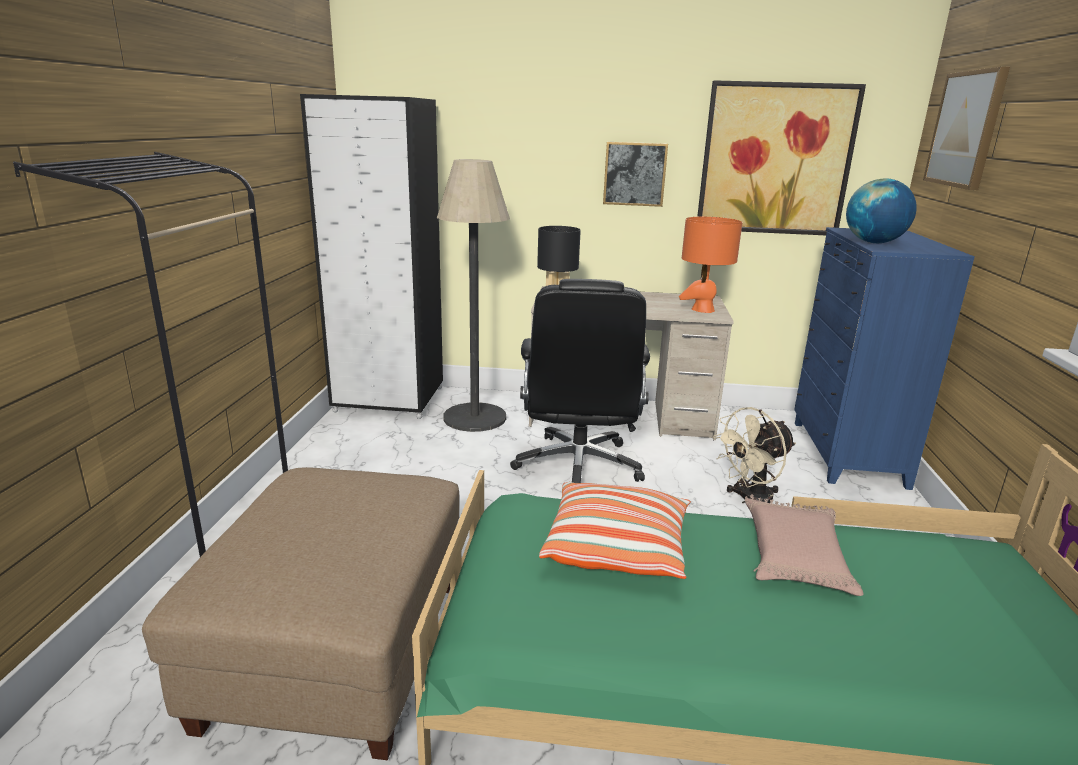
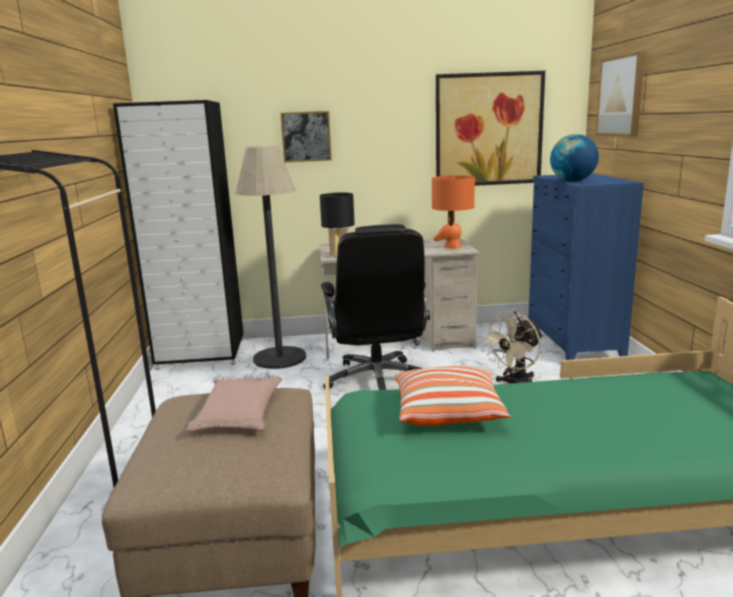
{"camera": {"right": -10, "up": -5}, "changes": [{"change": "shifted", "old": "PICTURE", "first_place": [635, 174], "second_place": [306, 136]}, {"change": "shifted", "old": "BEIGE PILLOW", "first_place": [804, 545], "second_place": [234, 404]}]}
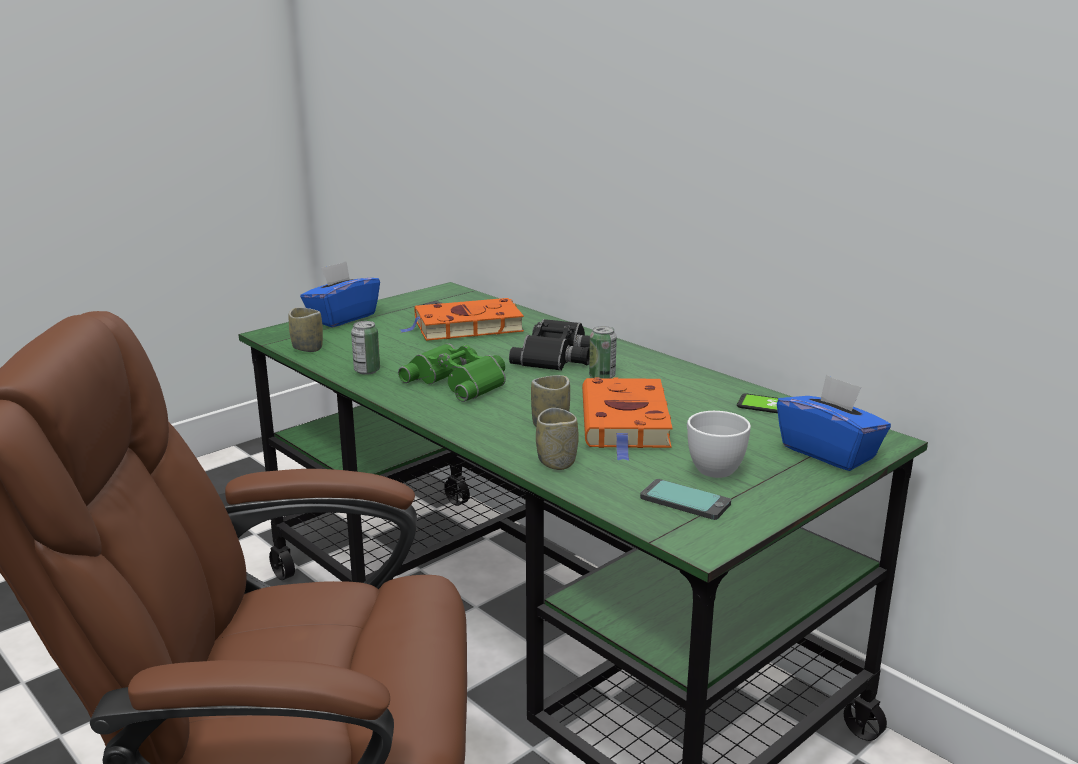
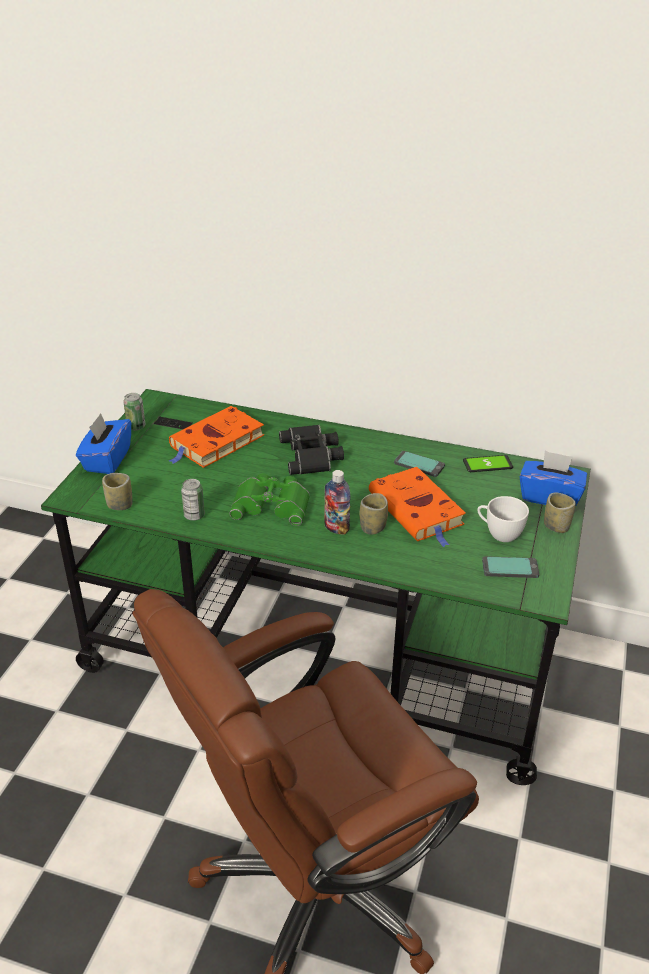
{"camera": {"right": -30, "up": 15}, "changes": [{"change": "shifted", "old": "CAN", "first_place": [603, 352], "second_place": [134, 411]}, {"change": "shifted", "old": "CUP", "first_place": [557, 439], "second_place": [560, 513]}, {"change": "new", "new": "PHONE", "second_place": [419, 464]}, {"change": "new", "new": "BOTTLE", "second_place": [337, 502]}]}
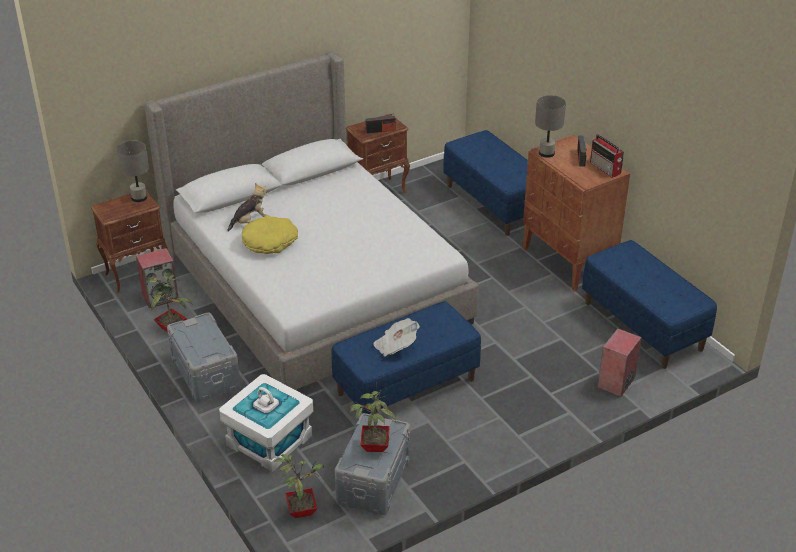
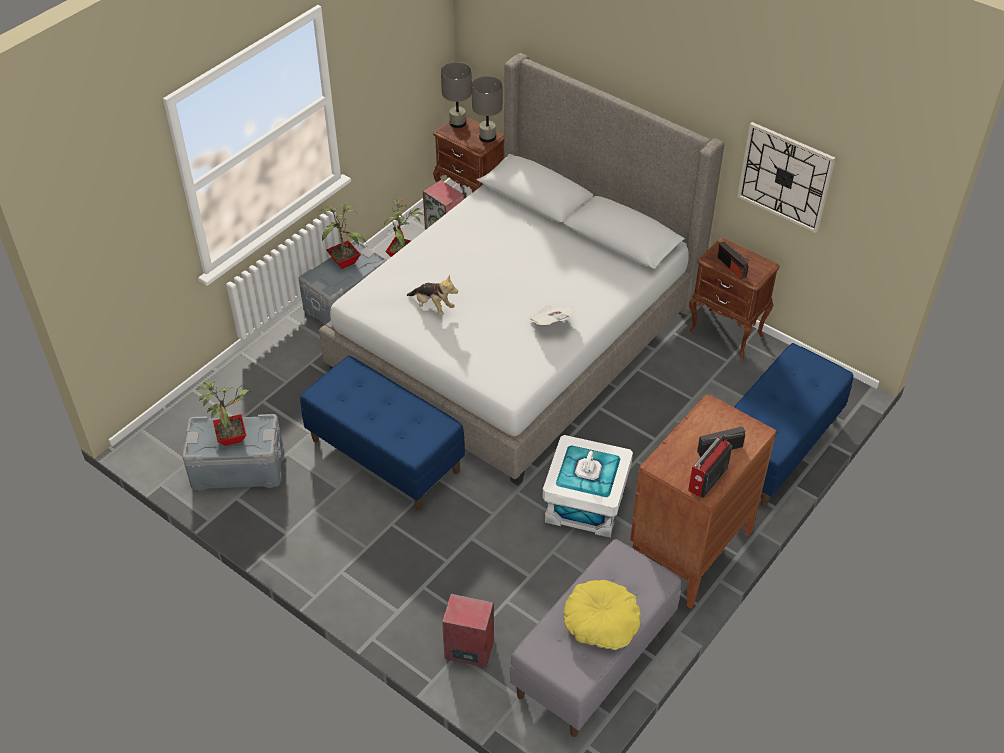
{"camera": {"right": 70, "up": 10}, "changes": [{"change": "shifted", "old": "GREY TABLE LAMP", "first_place": [550, 126], "second_place": [456, 95]}, {"change": "shifted", "old": "PLUSH TOY", "first_place": [247, 207], "second_place": [432, 295]}, {"change": "shifted", "old": "YELLOW PILLOW", "first_place": [270, 234], "second_place": [602, 615]}, {"change": "repainted", "old": "BLUE BENCH", "new": "GREY BENCH", "first_place": [649, 304], "second_place": [595, 638]}, {"change": "shifted", "old": "NEWSPAPER", "first_place": [396, 337], "second_place": [553, 315]}, {"change": "shifted", "old": "WHITE STORAGE BOX", "first_place": [266, 423], "second_place": [587, 486]}, {"change": "shifted", "old": "POTTED PLANT", "first_place": [299, 486], "second_place": [343, 236]}, {"change": "new", "new": "WALL CLOCK", "second_place": [786, 177]}]}
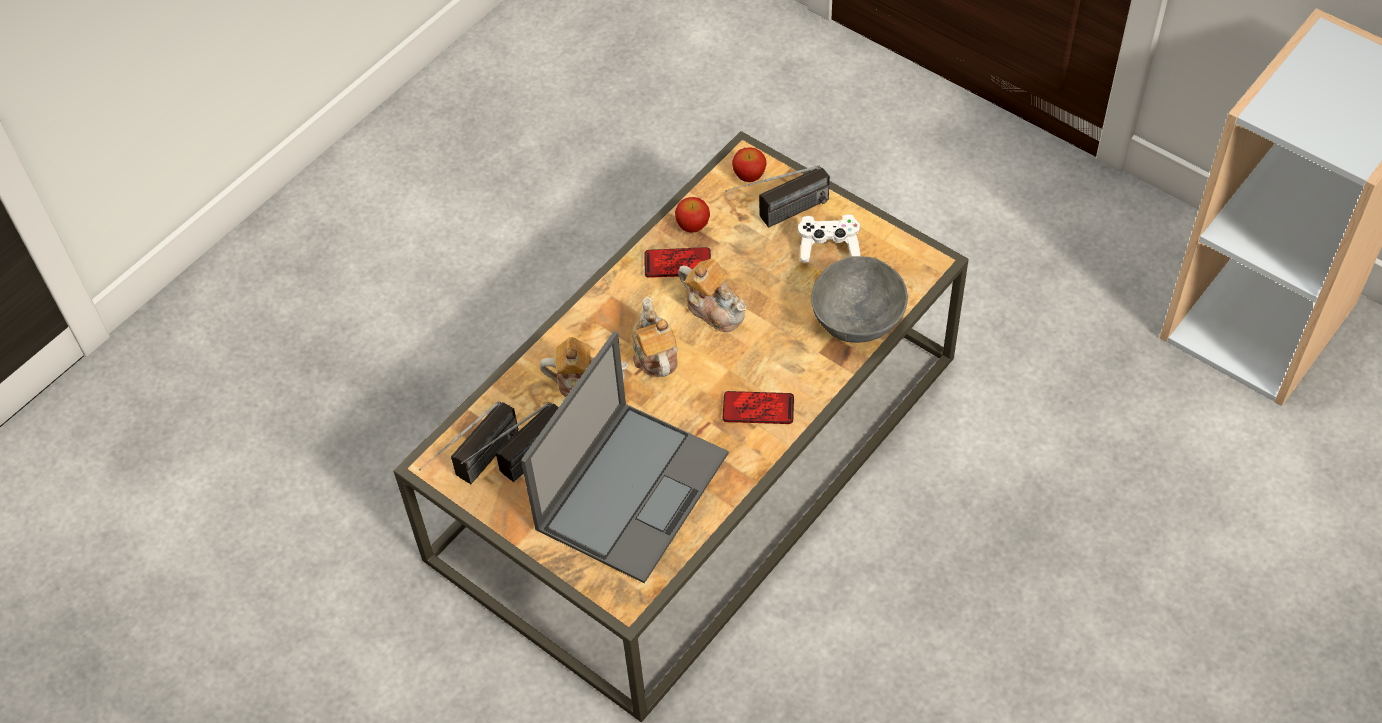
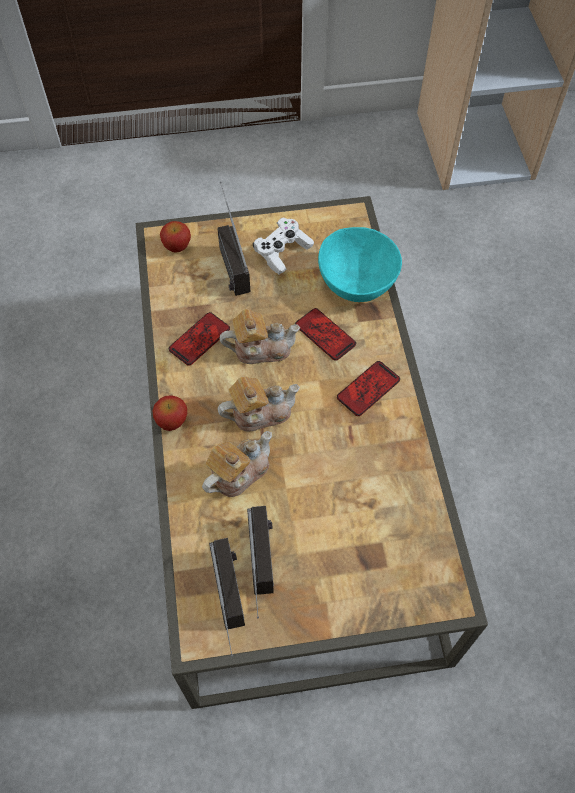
{"camera": {"right": -50, "up": 5}, "changes": [{"change": "rotated", "old": "RADIO", "first_place": [777, 196], "second_place": [233, 238], "degrees": 150}, {"change": "shifted", "old": "APPLE", "first_place": [692, 215], "second_place": [170, 413]}, {"change": "repainted", "old": "GREY BOWL", "new": "TURQUOISE BOWL", "first_place": [859, 299], "second_place": [360, 264]}, {"change": "rotated", "old": "TEAPOT", "first_place": [655, 337], "second_place": [259, 403], "degrees": 135}, {"change": "gone", "old": "LAPTOP", "first_place": [624, 457]}, {"change": "new", "new": "PHONE", "second_place": [325, 334]}]}
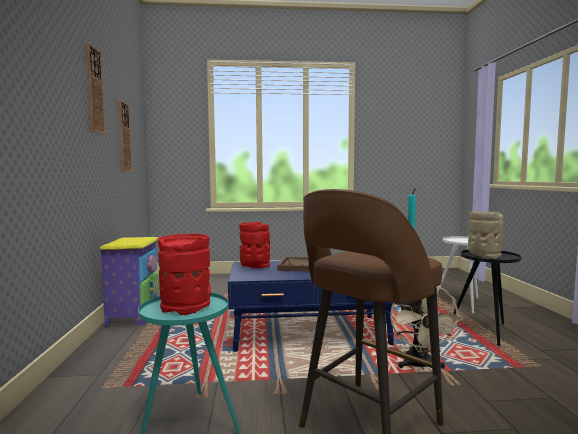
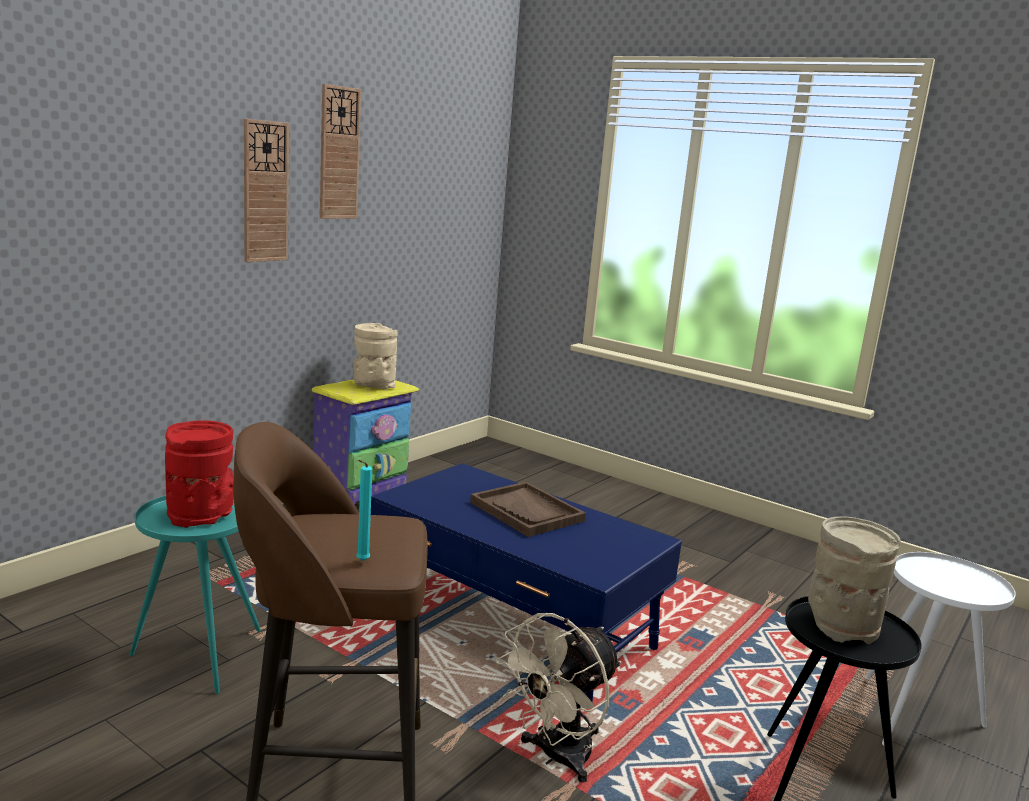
{"camera": {"right": 40, "up": 10}, "changes": [{"change": "shifted", "old": "WALL CLOCK", "first_place": [125, 136], "second_place": [266, 190]}, {"change": "gone", "old": "RED VASE", "first_place": [254, 245]}, {"change": "new", "new": "BEIGE VASE", "second_place": [375, 356]}]}
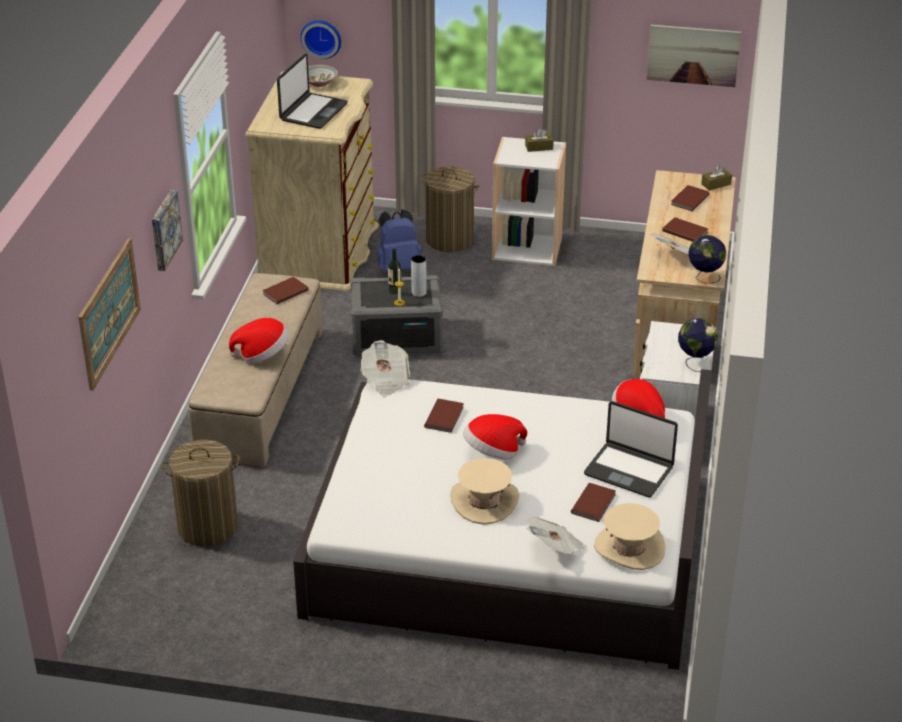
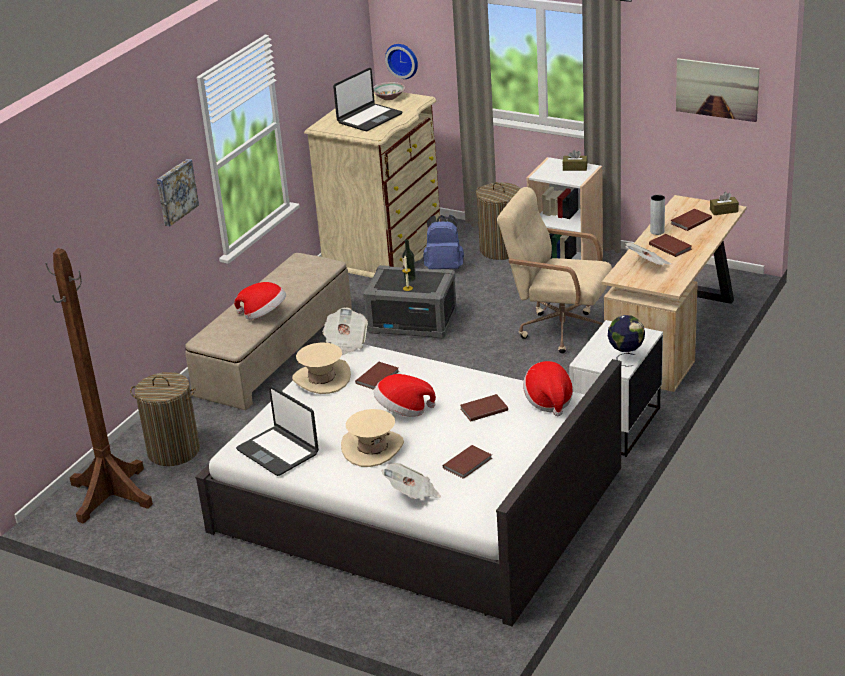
{"camera": {"right": 20, "up": -5}, "changes": [{"change": "gone", "old": "GLOBE", "first_place": [707, 259]}, {"change": "gone", "old": "PICTURE", "first_place": [109, 314]}, {"change": "shifted", "old": "GREY VASE", "first_place": [419, 276], "second_place": [657, 215]}, {"change": "shifted", "old": "BROWN BOOK", "first_place": [285, 290], "second_place": [484, 408]}, {"change": "shifted", "old": "LAPTOP", "first_place": [631, 449], "second_place": [277, 431]}, {"change": "shifted", "old": "BEIGE HAT", "first_place": [630, 536], "second_place": [321, 368]}, {"change": "new", "new": "BEIGE OFFICE CHAIR", "second_place": [554, 270]}, {"change": "new", "new": "BROWN CLOTHES RACK", "second_place": [99, 386]}]}
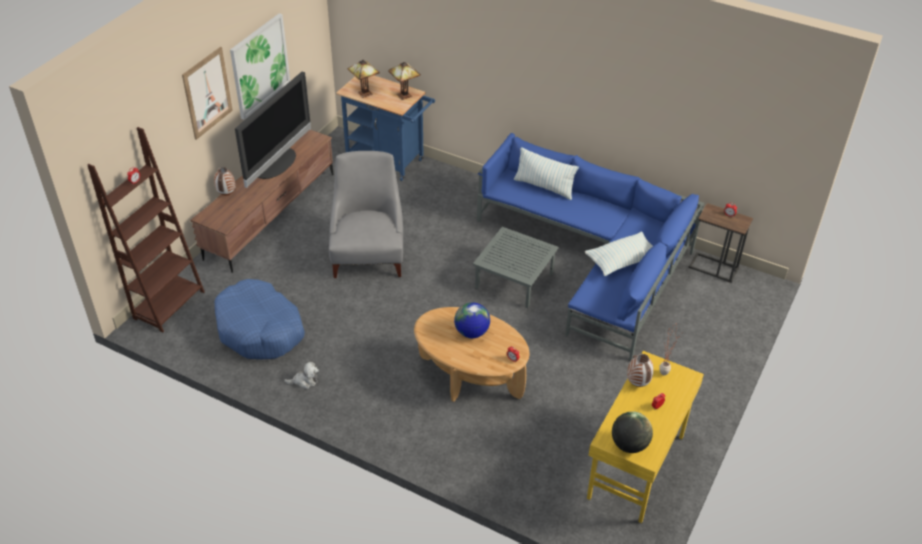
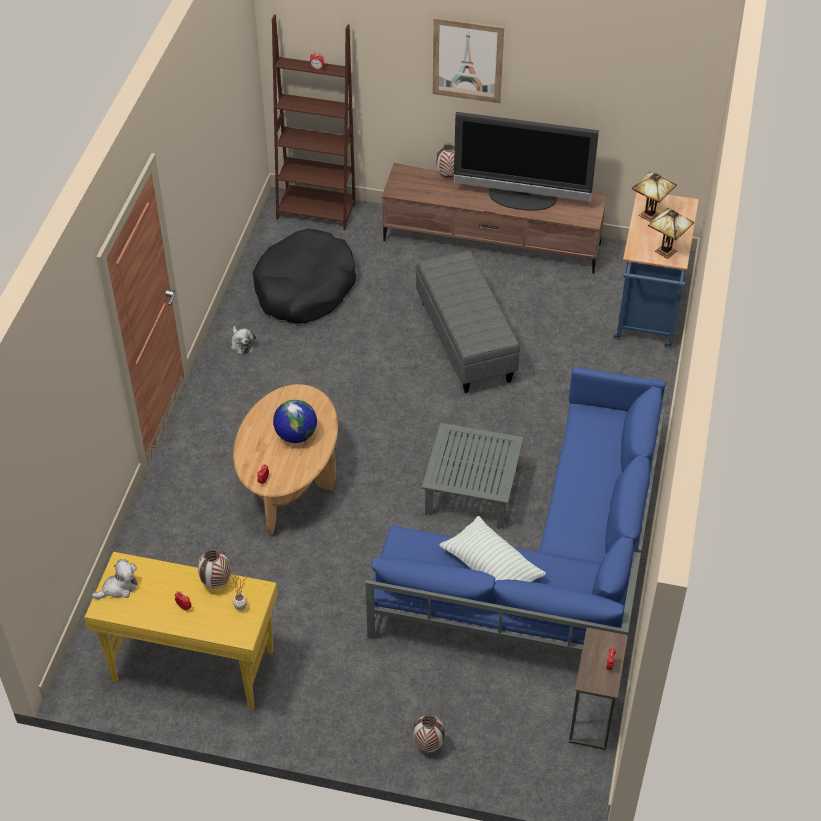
{"camera": {"right": 75, "up": 5}, "changes": [{"change": "gone", "old": "PICTURE", "first_place": [260, 66]}, {"change": "gone", "old": "PILLOW", "first_place": [546, 173]}, {"change": "swapped", "old": "GREY ARMCHAIR", "new": "GREY OTTOMAN", "first_place": [366, 214], "second_place": [468, 322]}, {"change": "repainted", "old": "BLUE DOG BED", "new": "BLACK DOG BED", "first_place": [260, 319], "second_place": [304, 276]}, {"change": "swapped", "old": "GLOBE", "new": "PLUSH TOY", "first_place": [632, 432], "second_place": [115, 579]}, {"change": "new", "new": "VASE", "second_place": [429, 733]}]}
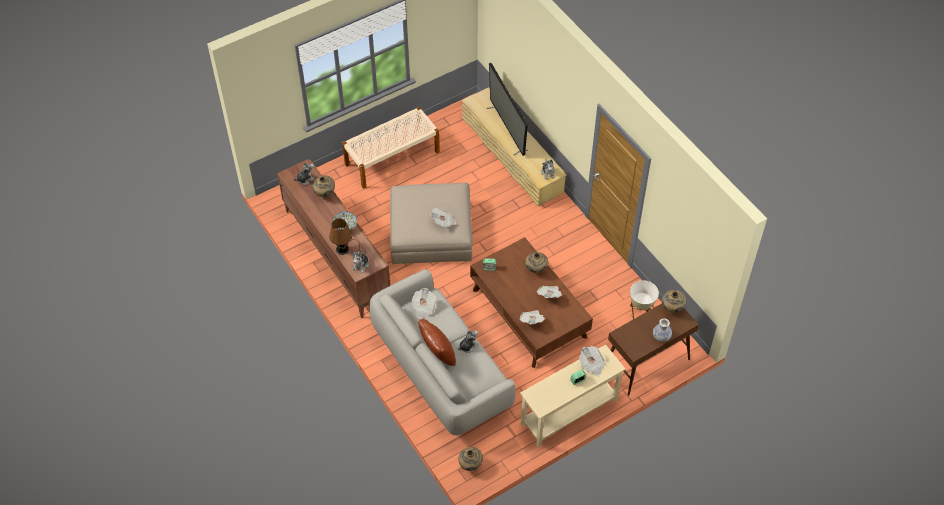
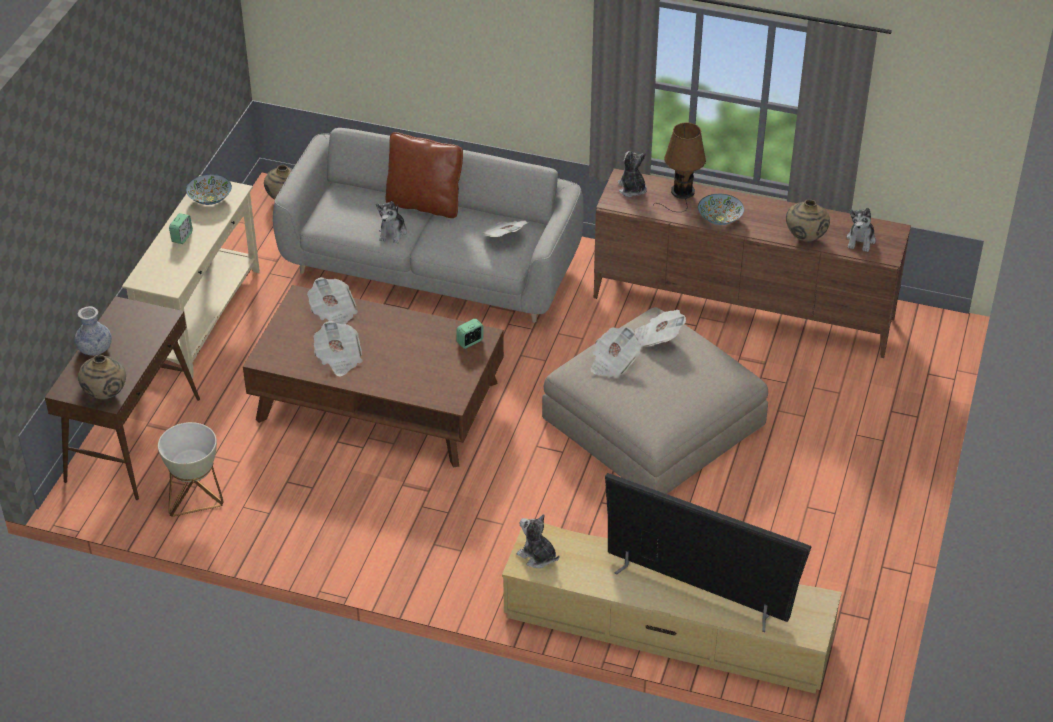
{"camera": {"right": 140, "up": -10}, "changes": [{"change": "gone", "old": "BEIGE BENCH", "first_place": [391, 148]}, {"change": "gone", "old": "BEIGE VASE", "first_place": [536, 262]}, {"change": "shifted", "old": "NEWSPAPER", "first_place": [592, 361], "second_place": [660, 328]}, {"change": "new", "new": "BOWL", "second_place": [209, 189]}]}
